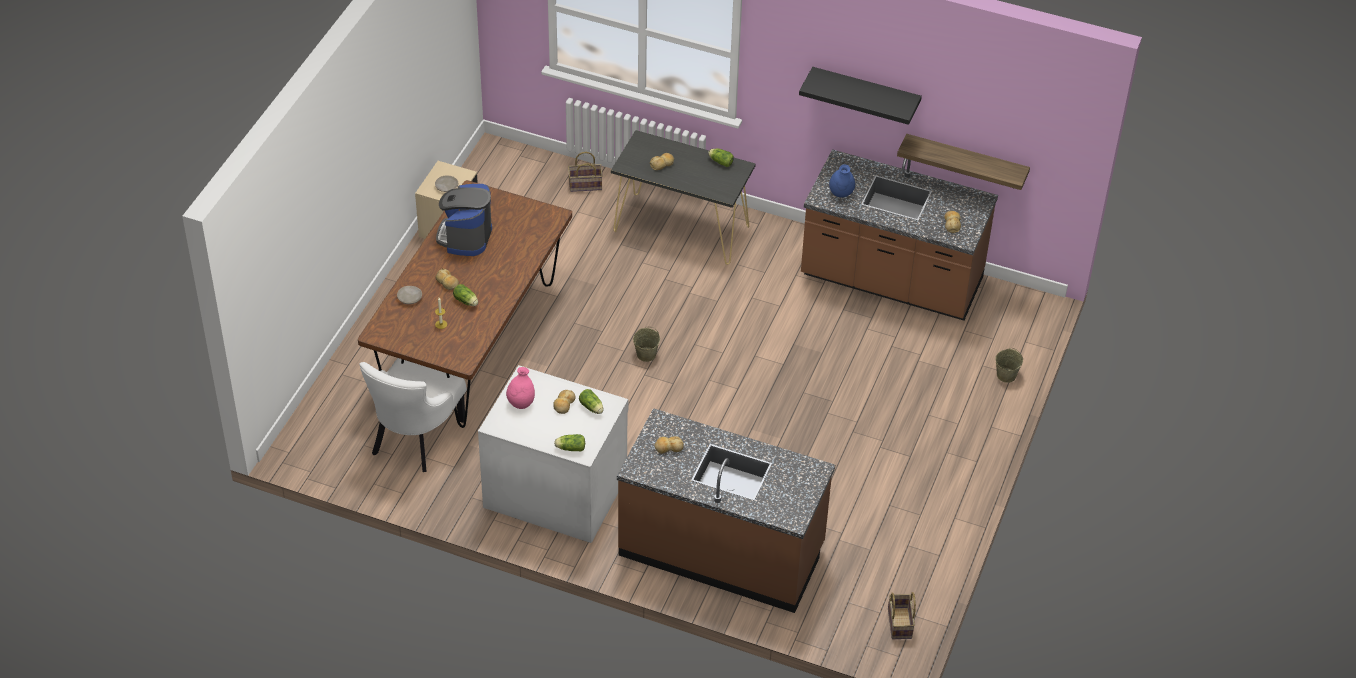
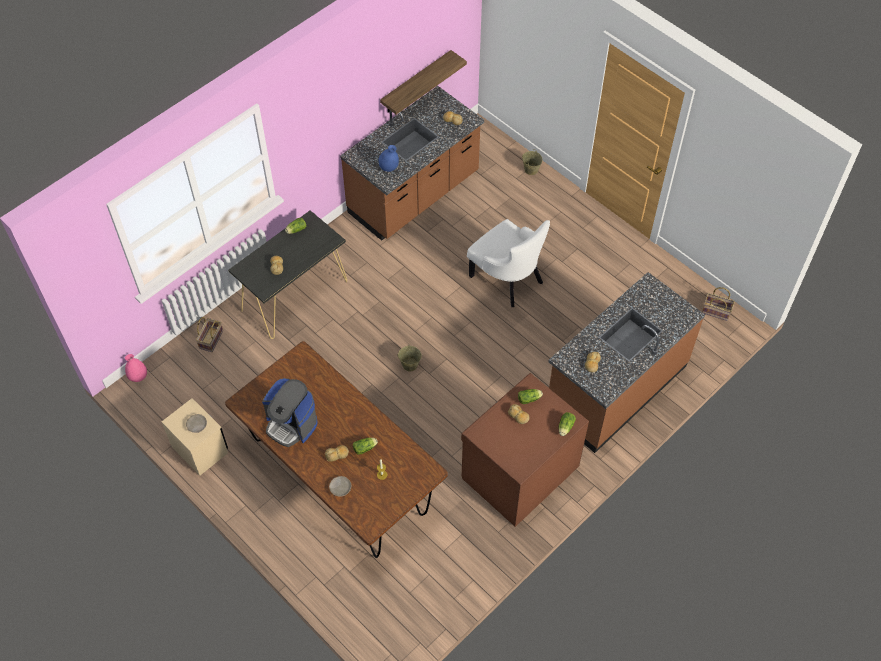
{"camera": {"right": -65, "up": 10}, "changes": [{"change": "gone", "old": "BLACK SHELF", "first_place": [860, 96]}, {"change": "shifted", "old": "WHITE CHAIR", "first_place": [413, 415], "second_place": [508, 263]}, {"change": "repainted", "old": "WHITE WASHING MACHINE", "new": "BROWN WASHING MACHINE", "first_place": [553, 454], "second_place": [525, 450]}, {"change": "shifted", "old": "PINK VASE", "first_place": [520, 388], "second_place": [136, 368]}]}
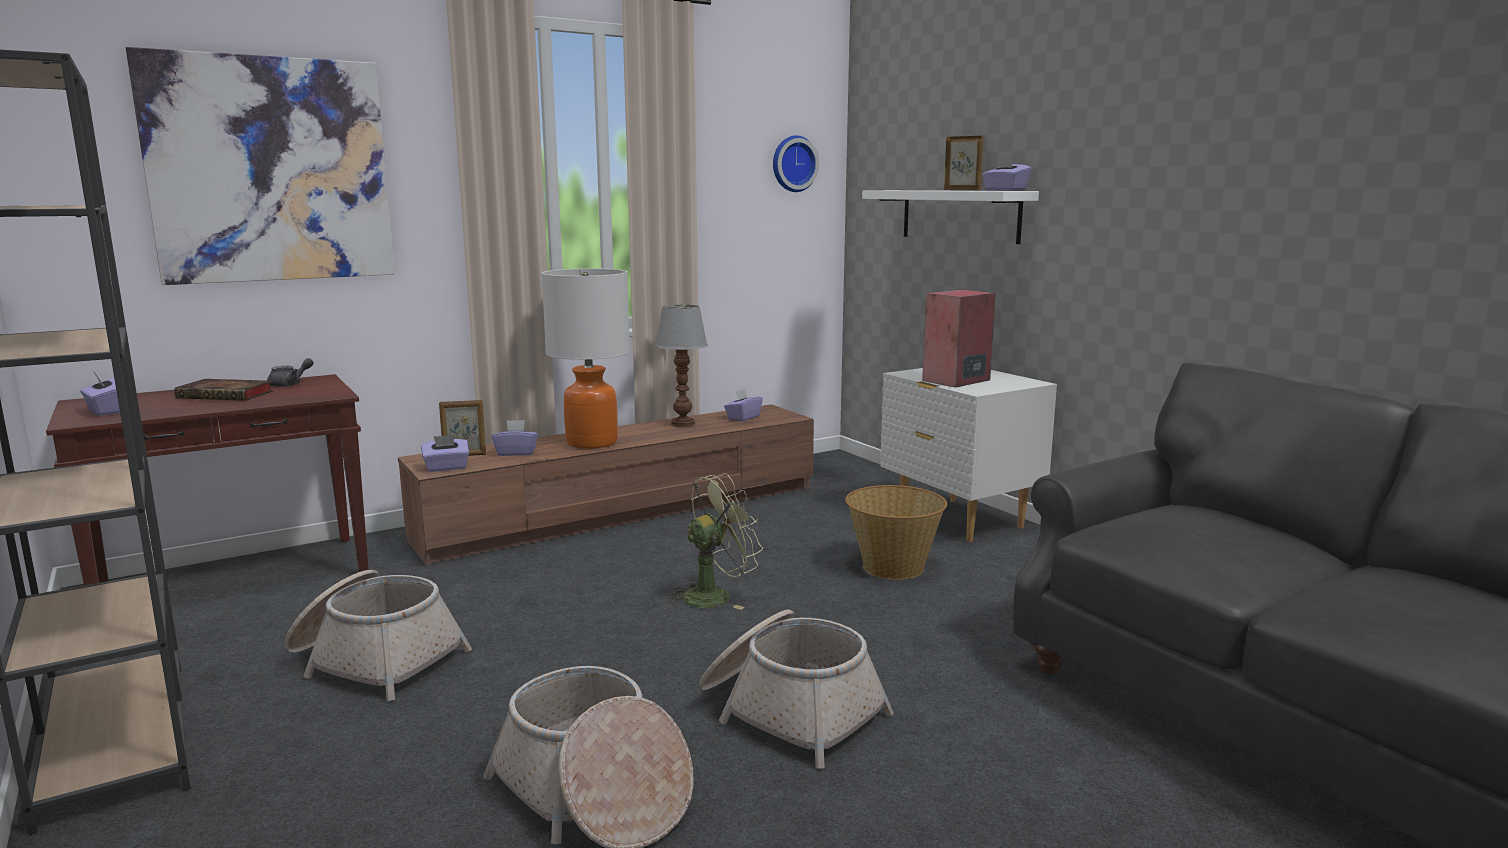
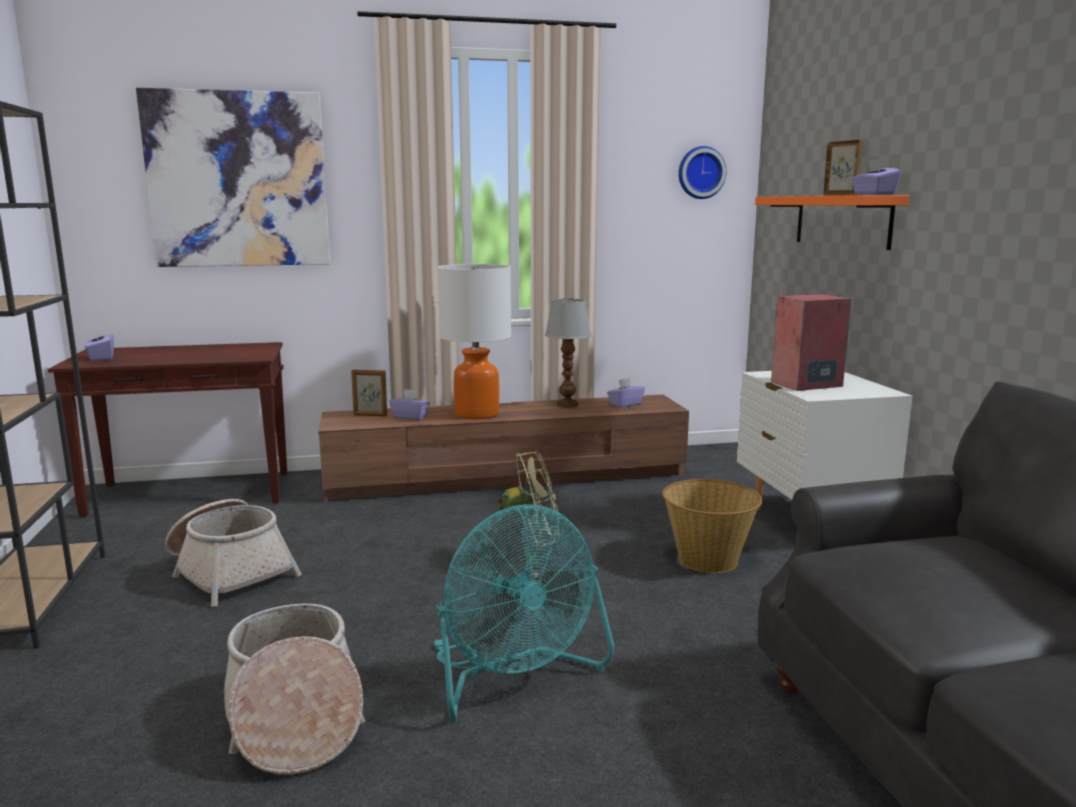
{"camera": {"right": 20, "up": 0}, "changes": [{"change": "repainted", "old": "WHITE SHELF", "new": "ORANGE SHELF", "first_place": [950, 217], "second_place": [832, 222]}, {"change": "gone", "old": "GREY TEAPOT", "first_place": [290, 372]}, {"change": "gone", "old": "BOOK", "first_place": [224, 390]}, {"change": "gone", "old": "PURPLE TISSUE BOX", "first_place": [445, 453]}, {"change": "swapped", "old": "BASKET", "new": "TURQUOISE FAN", "first_place": [796, 689], "second_place": [524, 613]}]}
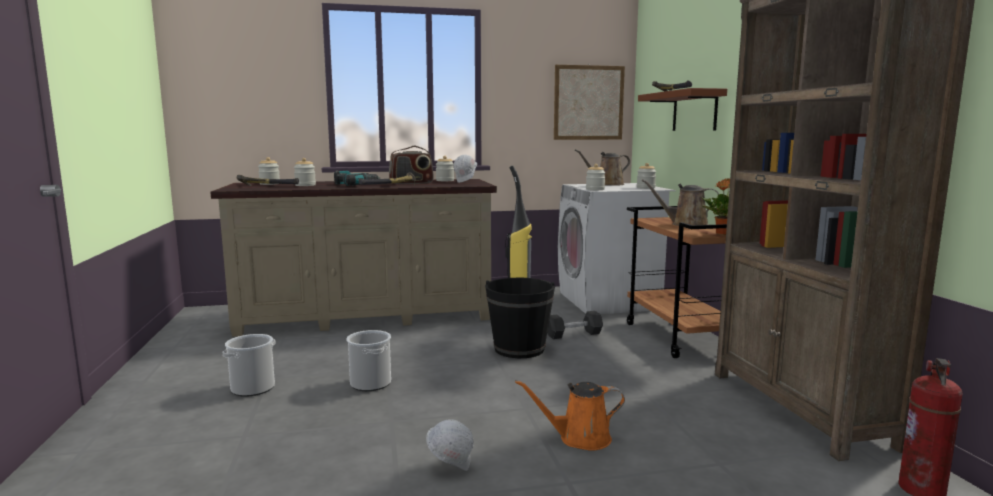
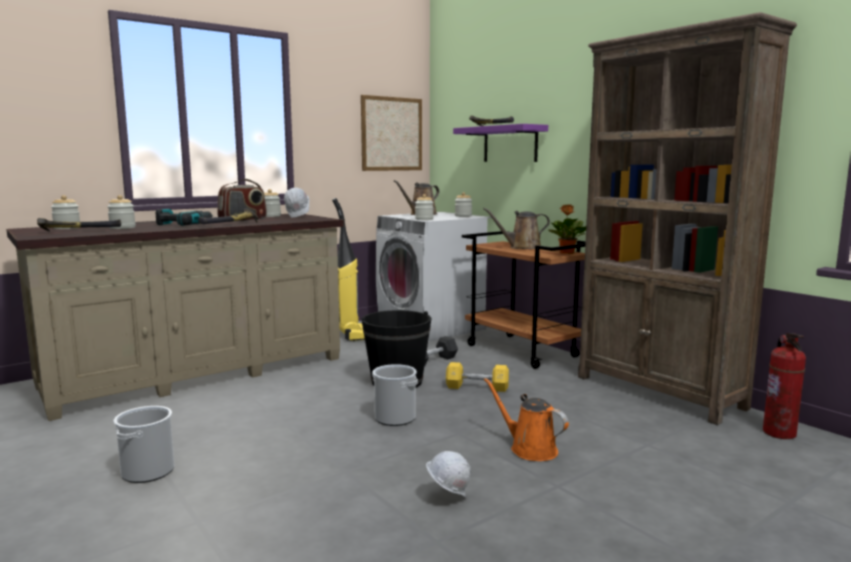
{"camera": {"right": -25, "up": 0}, "changes": [{"change": "repainted", "old": "BROWN SHELF", "new": "PURPLE SHELF", "first_place": [682, 109], "second_place": [500, 143]}, {"change": "shifted", "old": "BUCKET", "first_place": [368, 360], "second_place": [395, 395]}, {"change": "rotated", "old": "ORANGE WATERING CAN", "first_place": [570, 415], "second_place": [526, 419], "degrees": 75}, {"change": "new", "new": "YELLOW DUMBBELL", "second_place": [477, 377]}]}
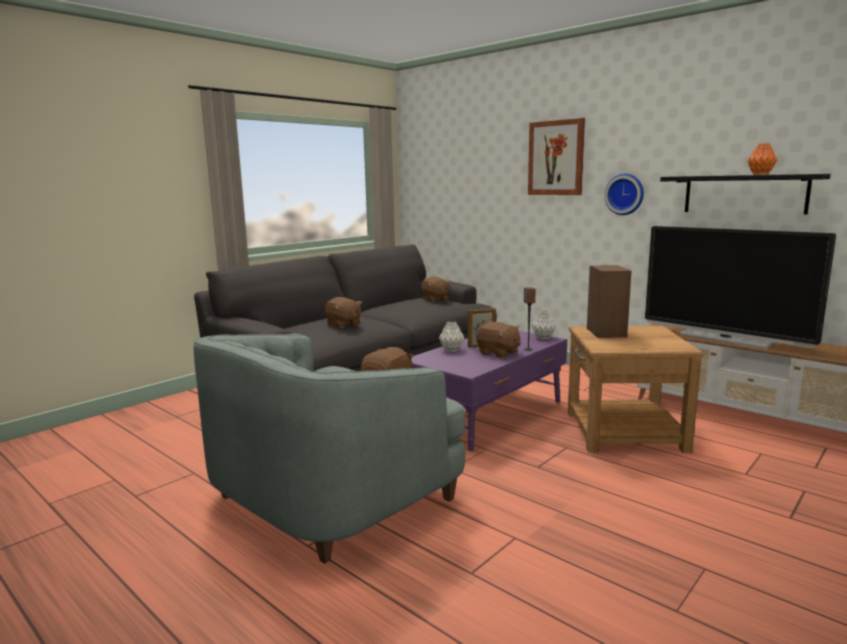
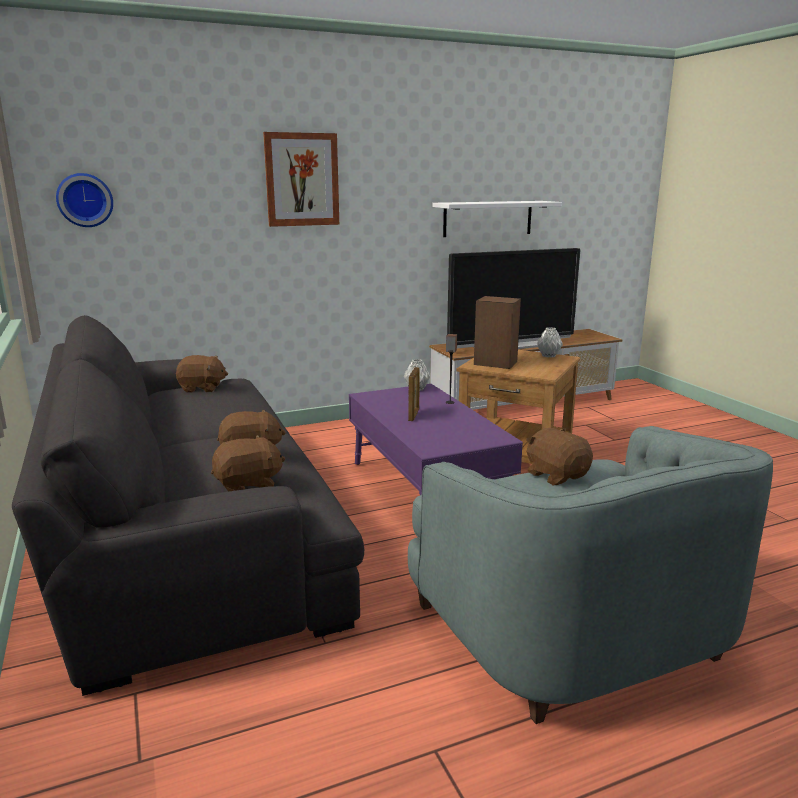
{"camera": {"right": -65, "up": 5}, "changes": [{"change": "gone", "old": "ORANGE VASE", "first_place": [763, 159]}, {"change": "shifted", "old": "WALL CLOCK", "first_place": [624, 194], "second_place": [84, 200]}, {"change": "repainted", "old": "BLACK SHELF", "new": "WHITE SHELF", "first_place": [745, 194], "second_place": [497, 219]}, {"change": "shifted", "old": "GREY VASE", "first_place": [452, 336], "second_place": [550, 342]}, {"change": "shifted", "old": "BROWN PLUSH TOY", "first_place": [499, 340], "second_place": [248, 463]}]}
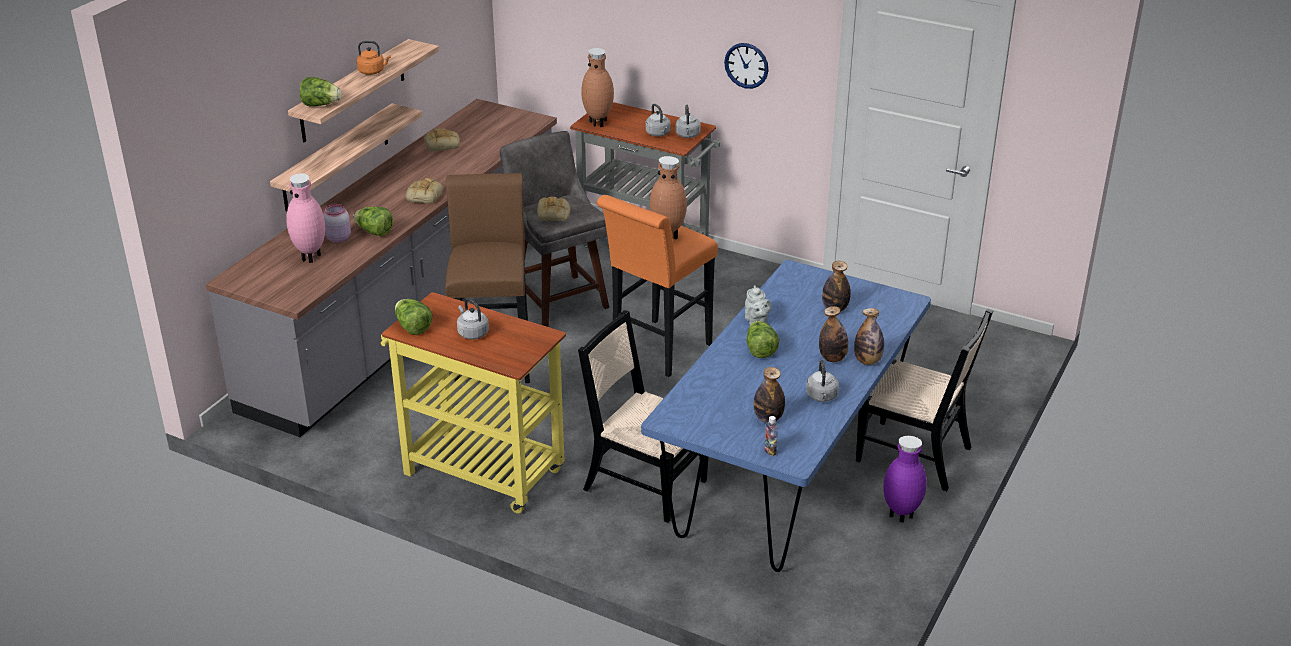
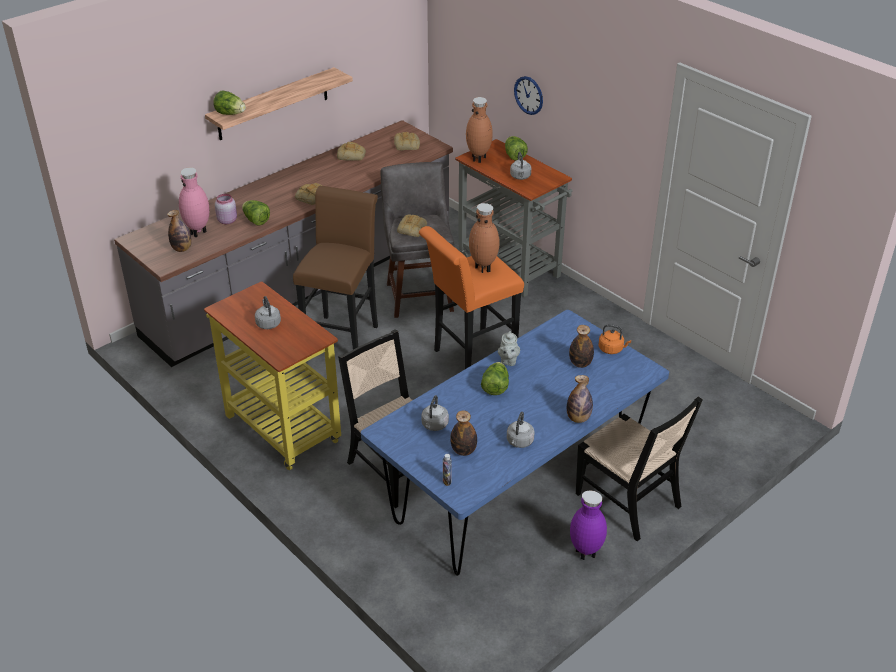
{"camera": {"right": 20, "up": 5}, "changes": [{"change": "shifted", "old": "ORANGE KETTLE", "first_place": [373, 58], "second_place": [614, 339]}, {"change": "shifted", "old": "WALL CLOCK", "first_place": [746, 66], "second_place": [528, 95]}, {"change": "gone", "old": "SHELF", "first_place": [346, 157]}, {"change": "shifted", "old": "GREY KETTLE", "first_place": [688, 121], "second_place": [435, 413]}, {"change": "shifted", "old": "LETTUCE", "first_place": [413, 317], "second_place": [516, 148]}, {"change": "shifted", "old": "BOTTLE", "first_place": [833, 334], "second_place": [179, 231]}, {"change": "new", "new": "BREAD", "second_place": [407, 141]}]}
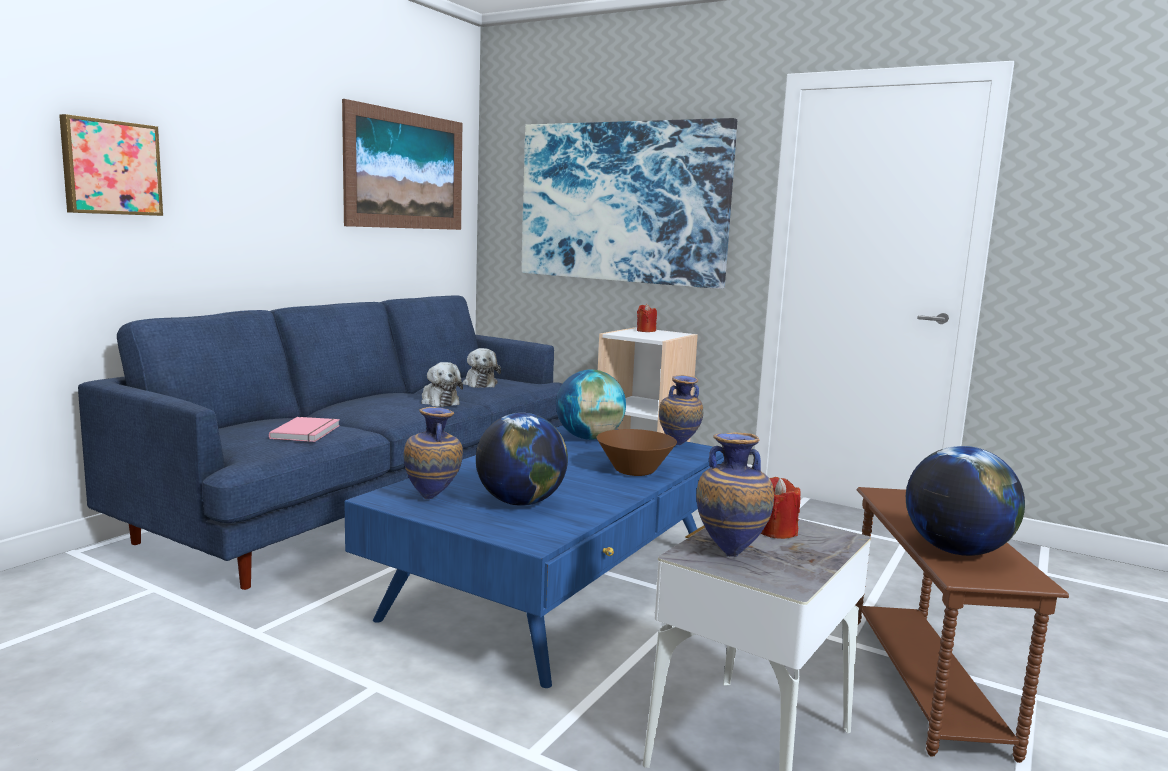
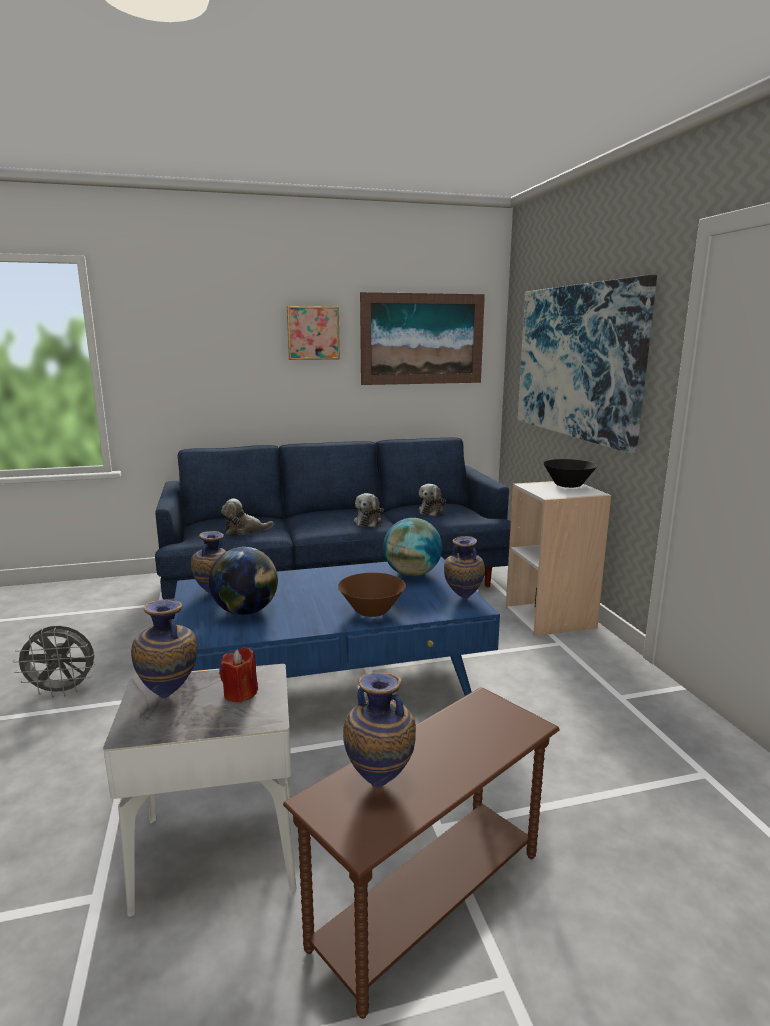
{"camera": {"right": 45, "up": 5}, "changes": [{"change": "shifted", "old": "PICTURE", "first_place": [111, 165], "second_place": [313, 333]}, {"change": "swapped", "old": "RED CANDLE", "new": "BLACK BOWL", "first_place": [647, 318], "second_place": [570, 473]}, {"change": "swapped", "old": "PINK BOOK", "new": "PLUSH TOY", "first_place": [304, 429], "second_place": [247, 517]}, {"change": "swapped", "old": "GLOBE", "new": "VASE", "first_place": [965, 501], "second_place": [379, 730]}, {"change": "new", "new": "GREY FAN", "second_place": [53, 661]}]}
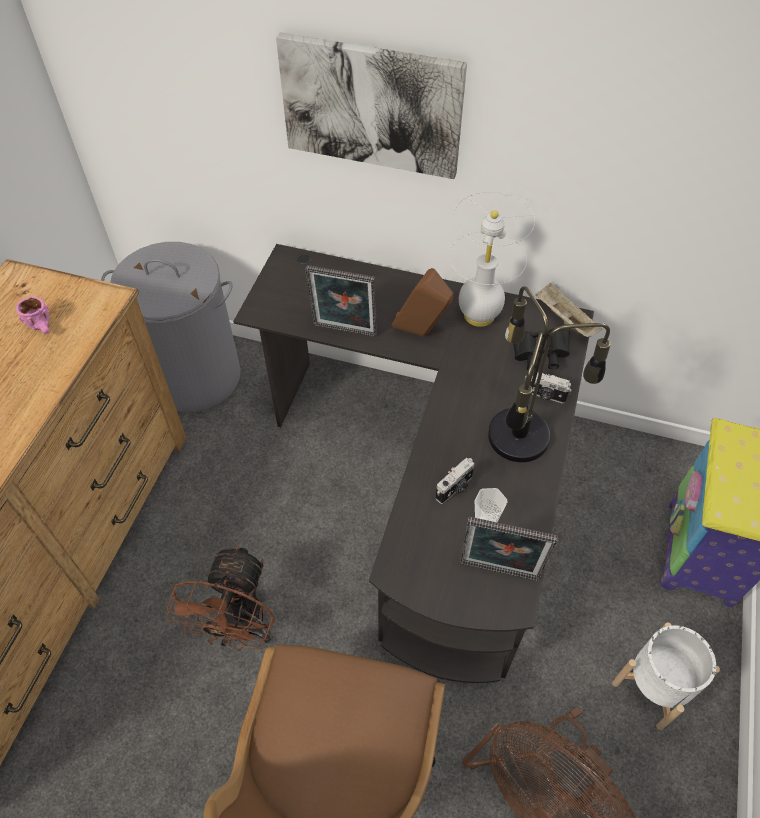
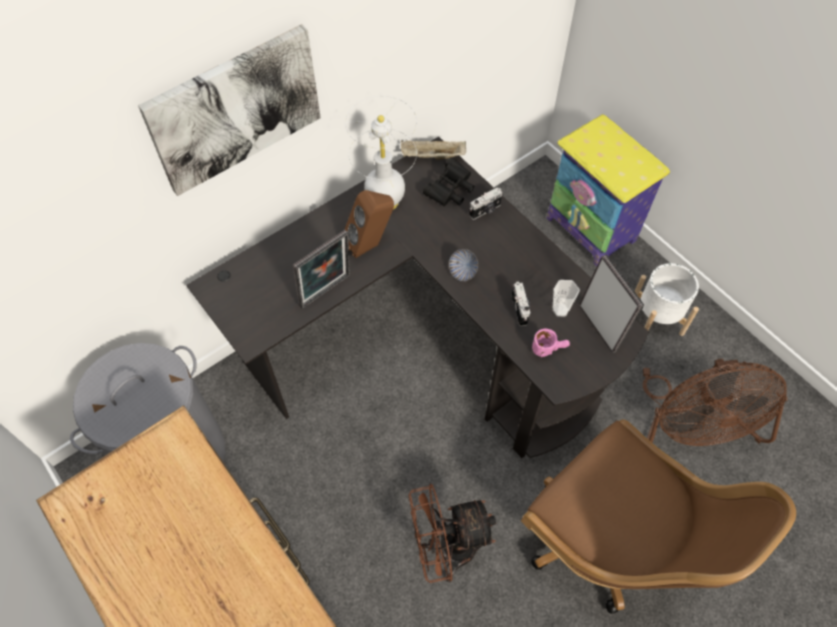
{"camera": {"right": -55, "up": 5}, "changes": [{"change": "gone", "old": "TABLE LAMP", "first_place": [549, 374]}, {"change": "shifted", "old": "PINK MUG", "first_place": [33, 315], "second_place": [551, 342]}, {"change": "rotated", "old": "PICTURE FRAME", "first_place": [509, 549], "second_place": [611, 303], "degrees": -75}, {"change": "rotated", "old": "BROWN FAN", "first_place": [220, 598], "second_place": [452, 533], "degrees": 120}, {"change": "new", "new": "BOWL", "second_place": [463, 265]}]}
